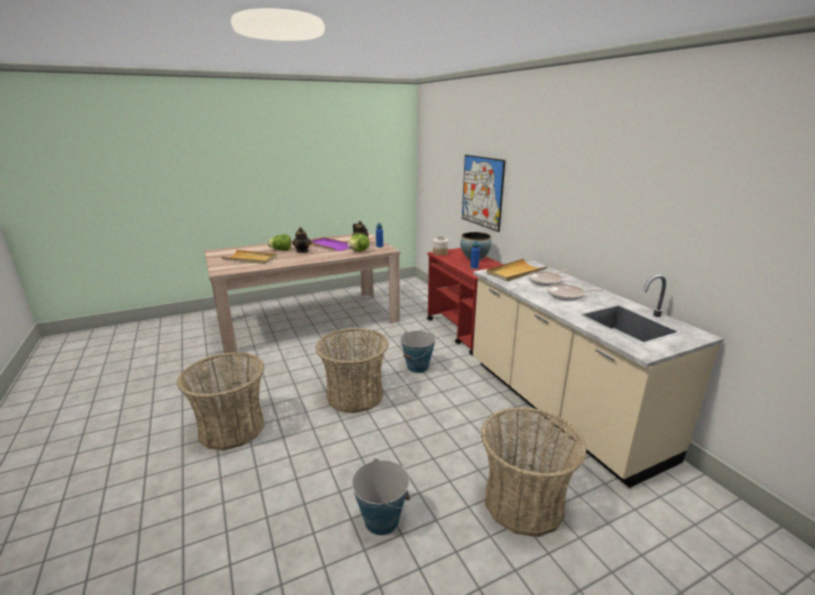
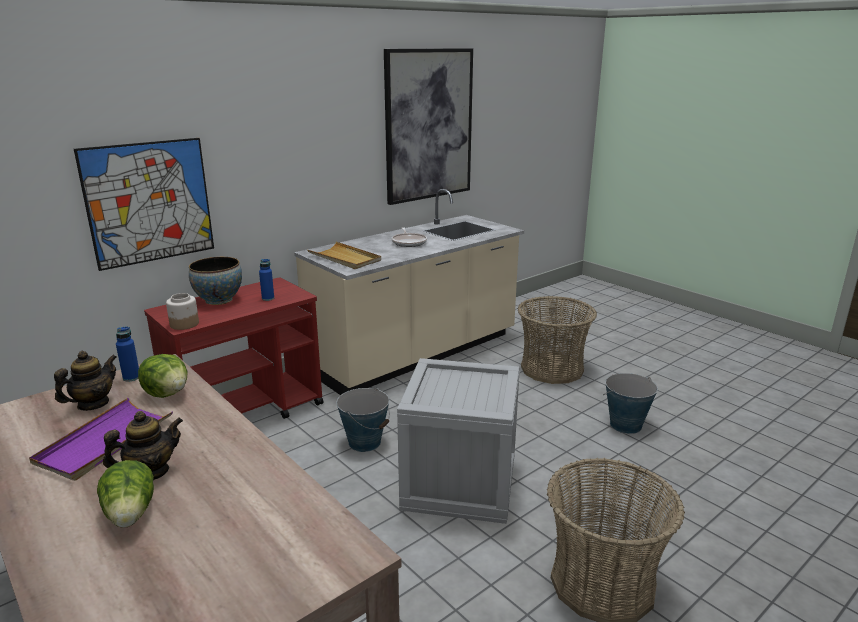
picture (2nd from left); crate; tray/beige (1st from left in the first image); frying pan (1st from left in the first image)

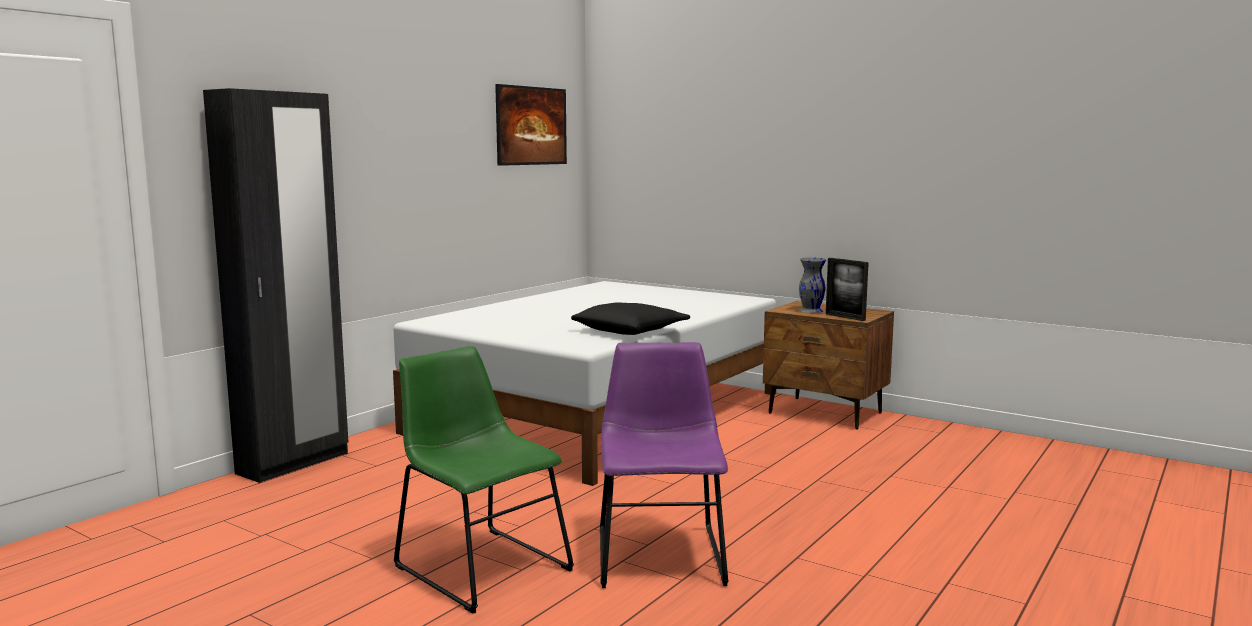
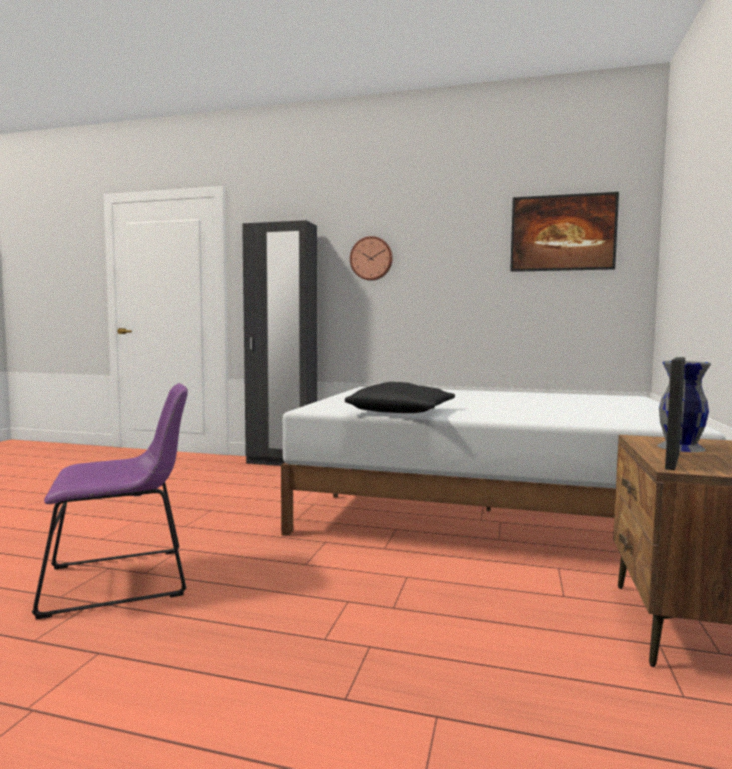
wall clock; chair/green

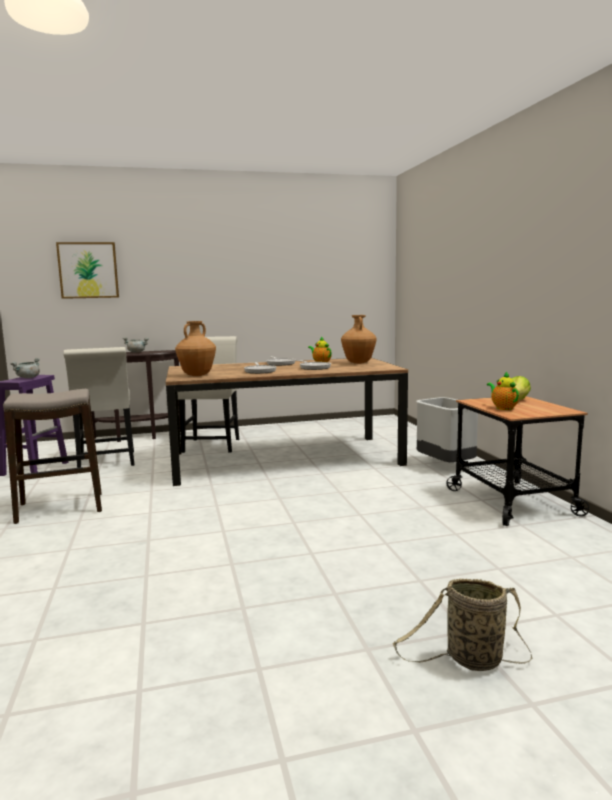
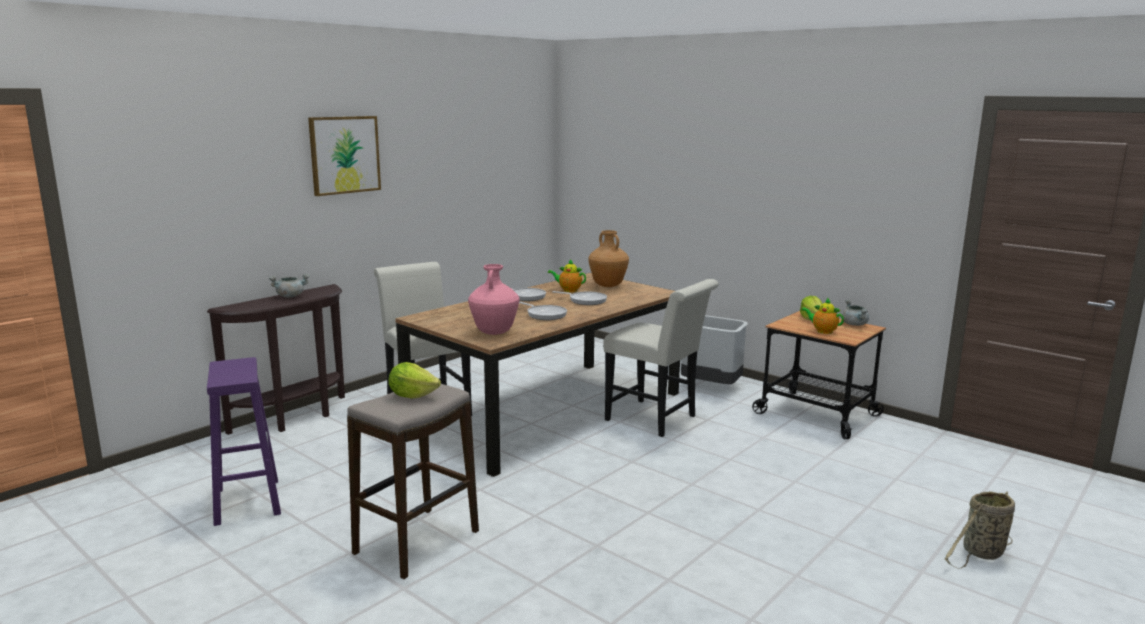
picture; lettuce (1st from left); vase/pink; chair/white (2nd from left); cooking pot/grey (2nd from left)

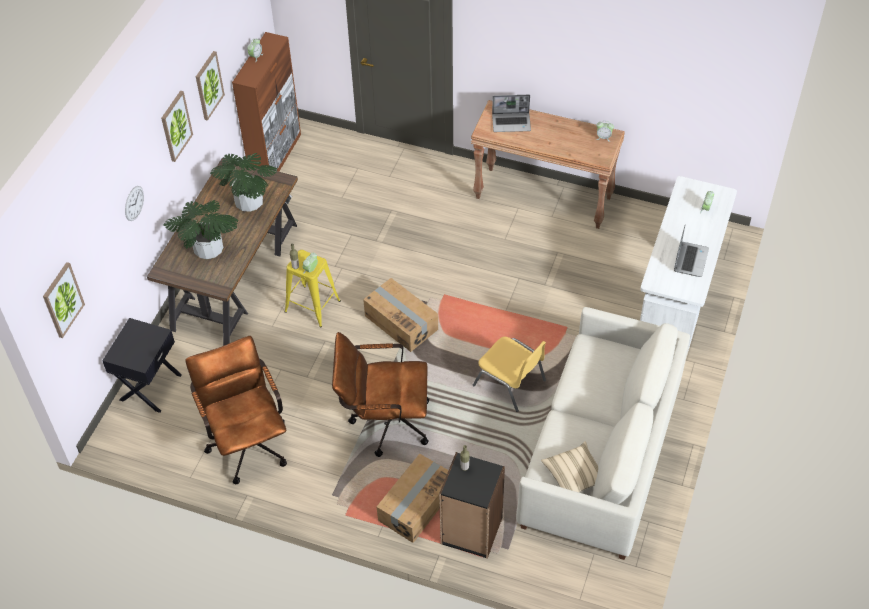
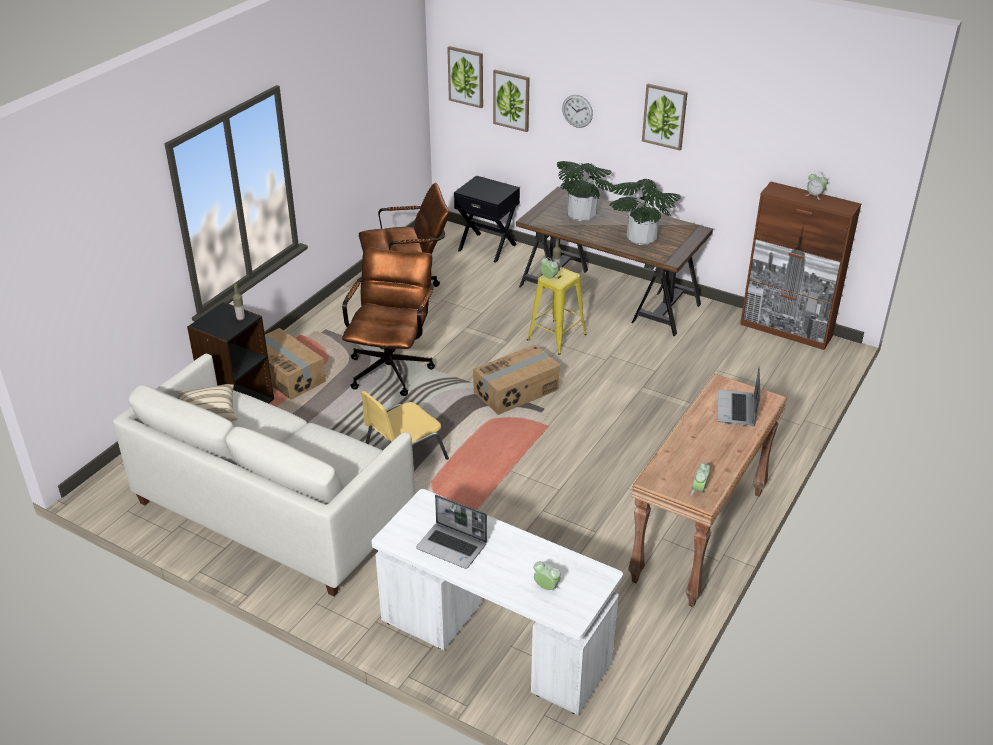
picture (2nd from left)

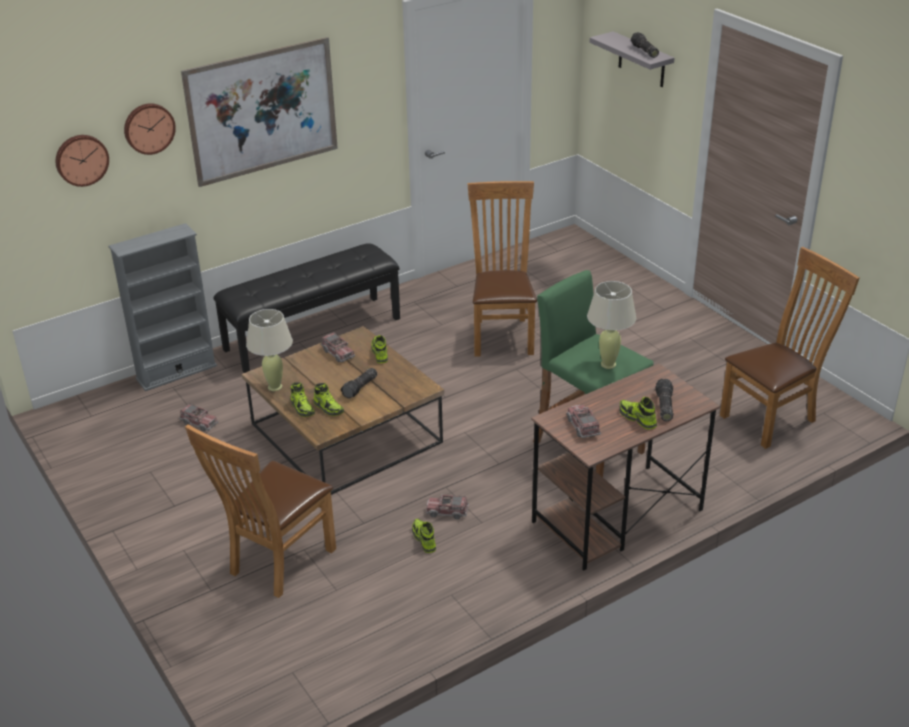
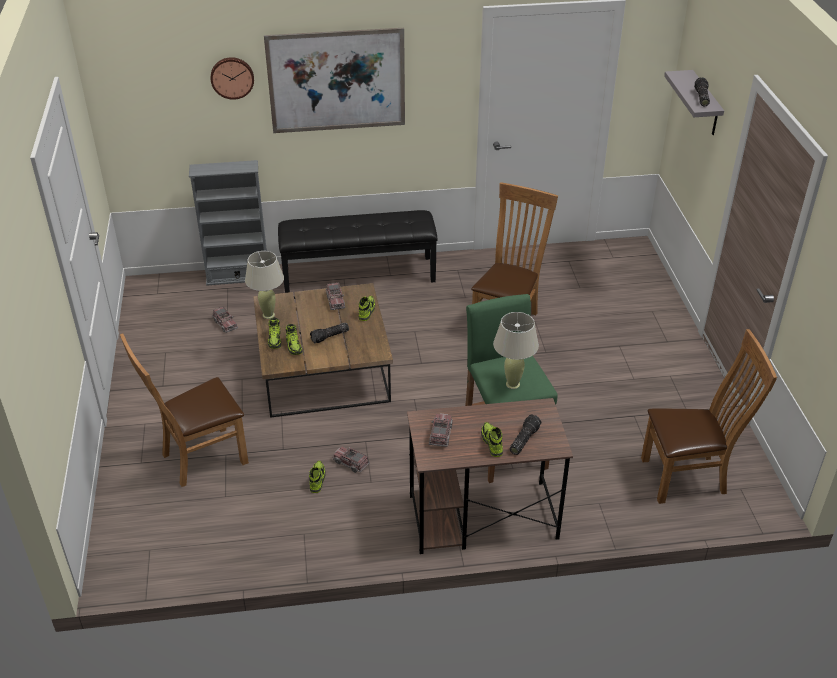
wall clock (1st from left in the first image)

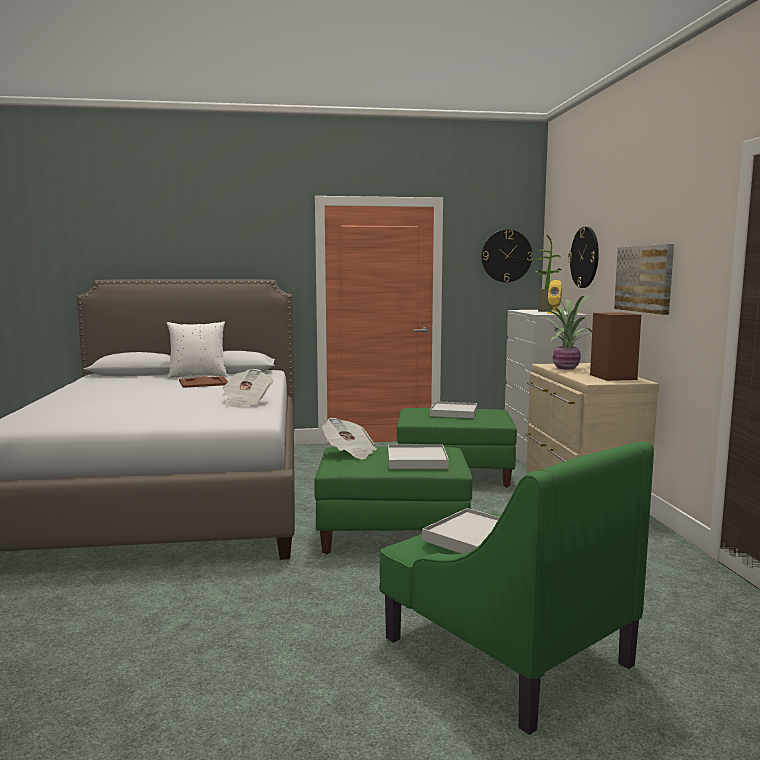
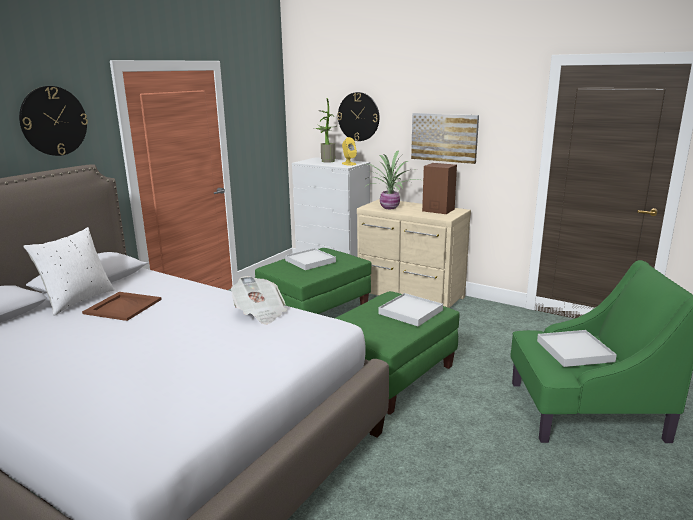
wall clock (1st from left); newspaper (2nd from left in the first image)

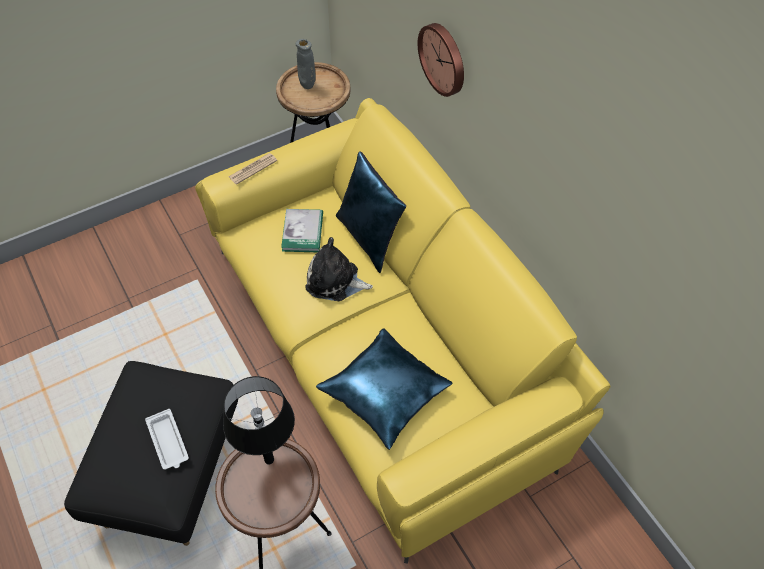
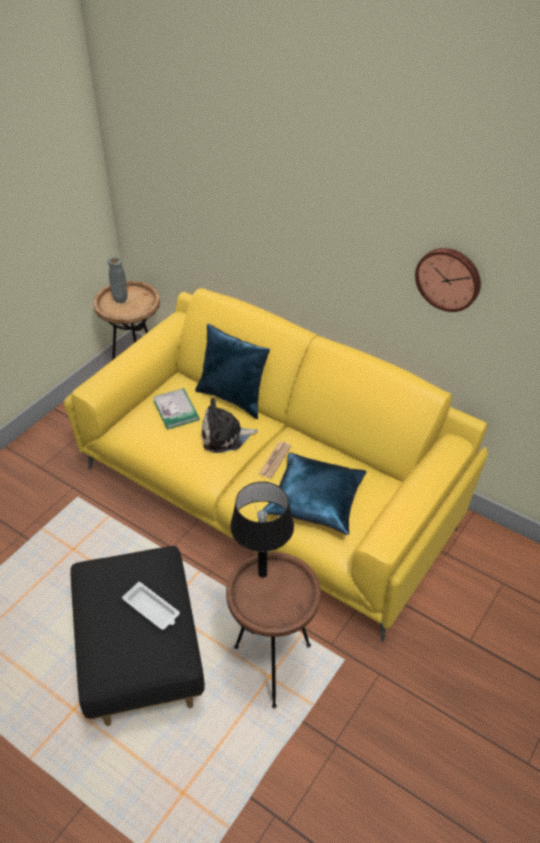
newspaper; wall clock

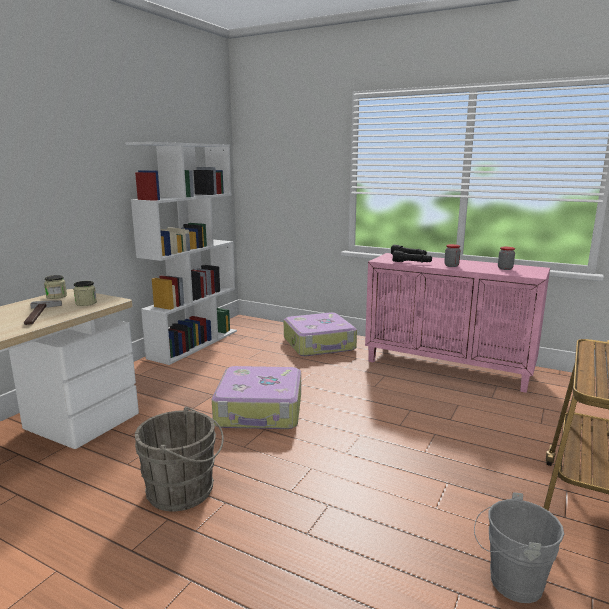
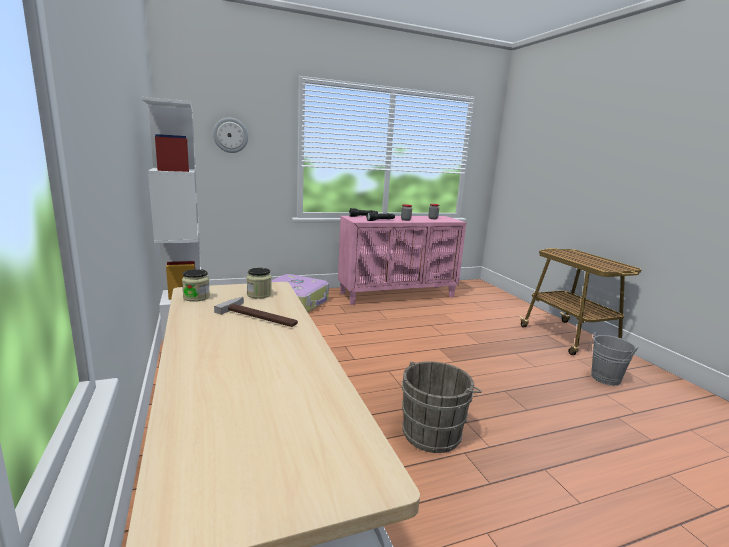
wall clock; suitcase (1st from left in the first image)

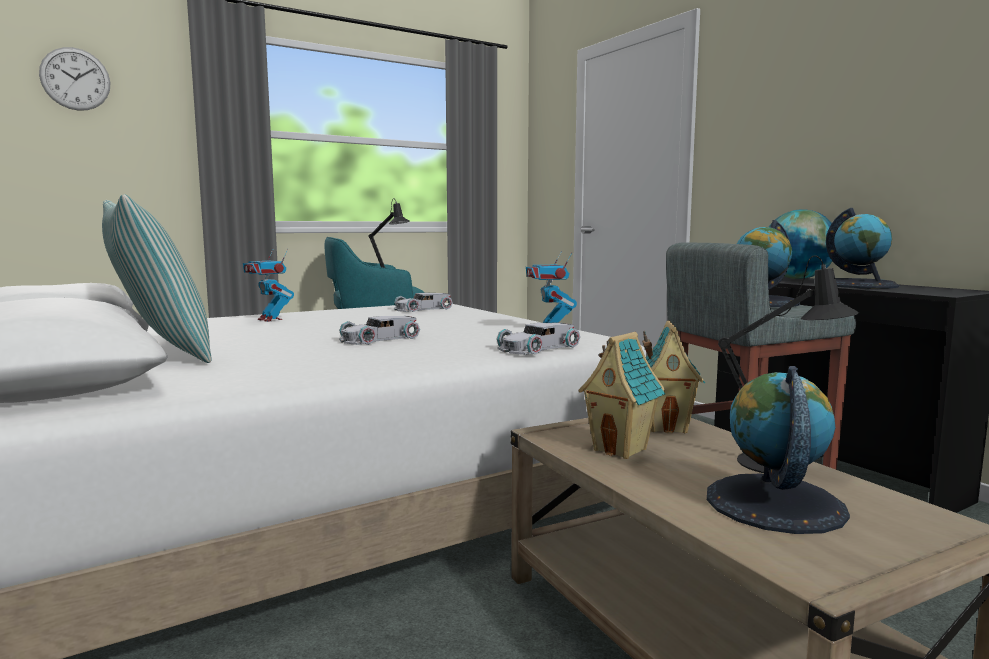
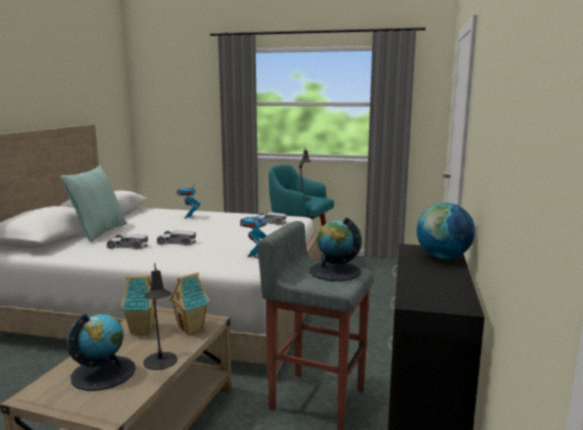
toy car/white (1st from left); wall clock; globe (4th from left in the first image)

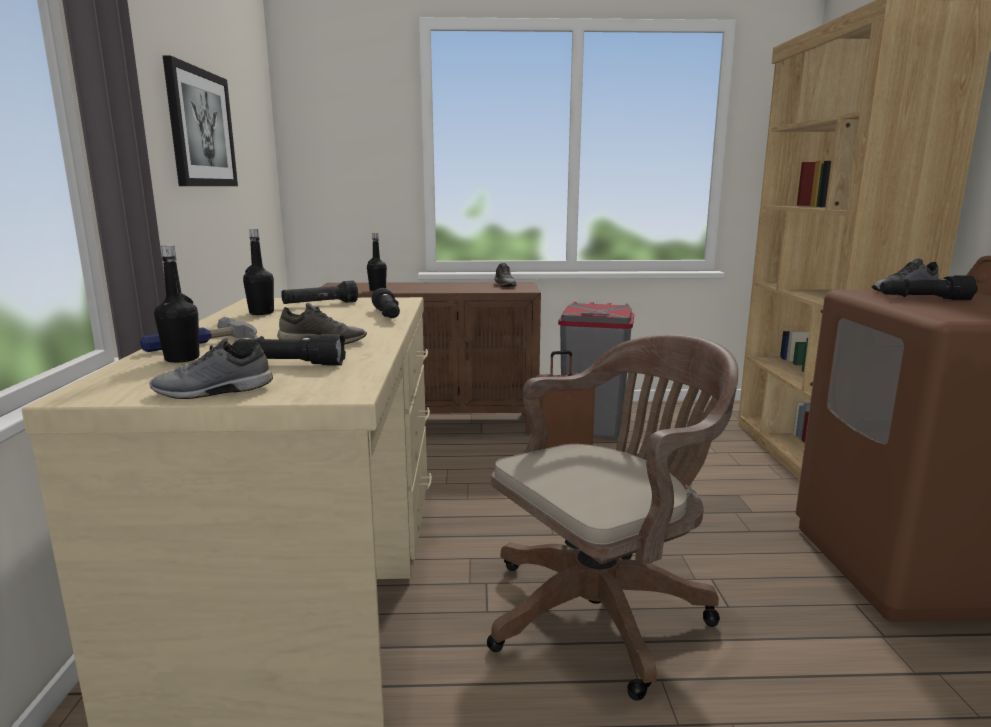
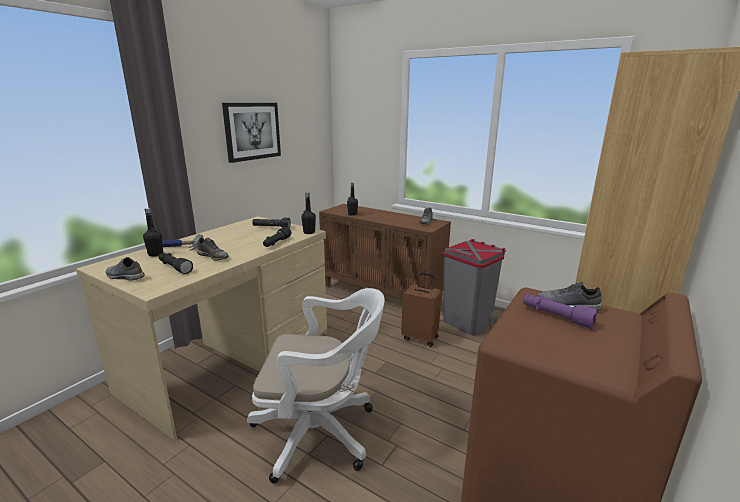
office chair/white; bottle/black (2nd from left); flashlight/purple

